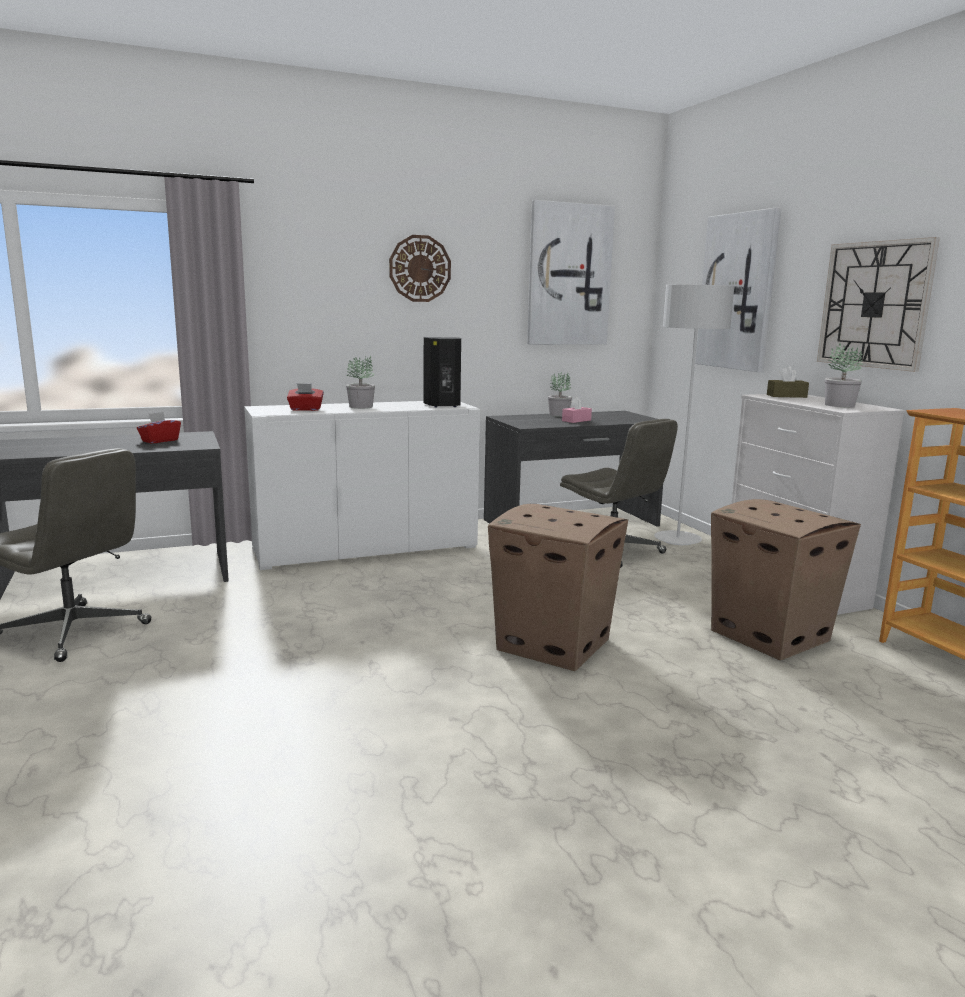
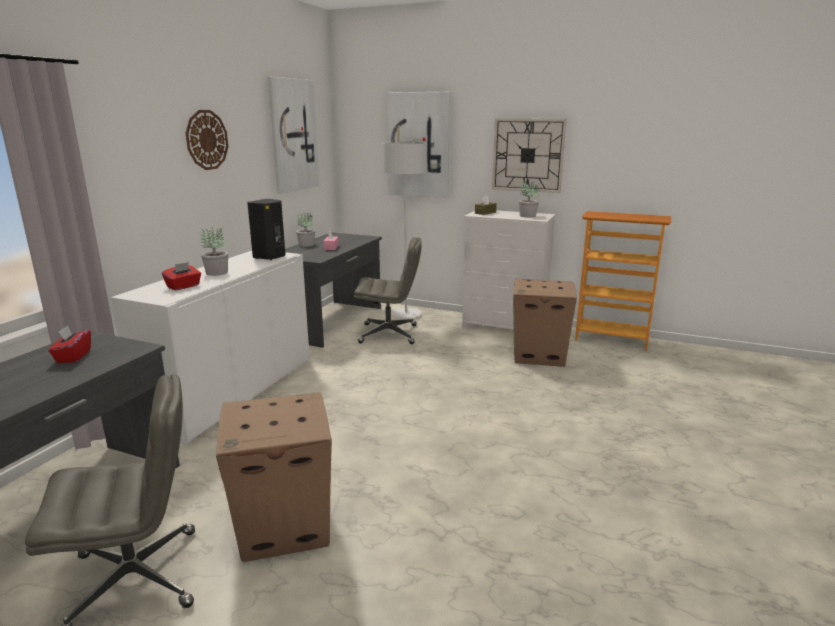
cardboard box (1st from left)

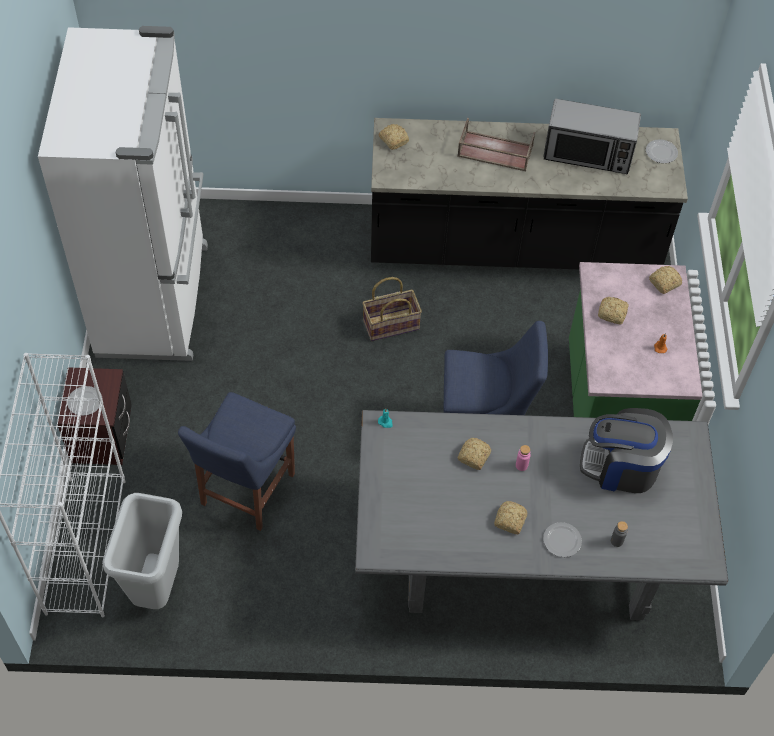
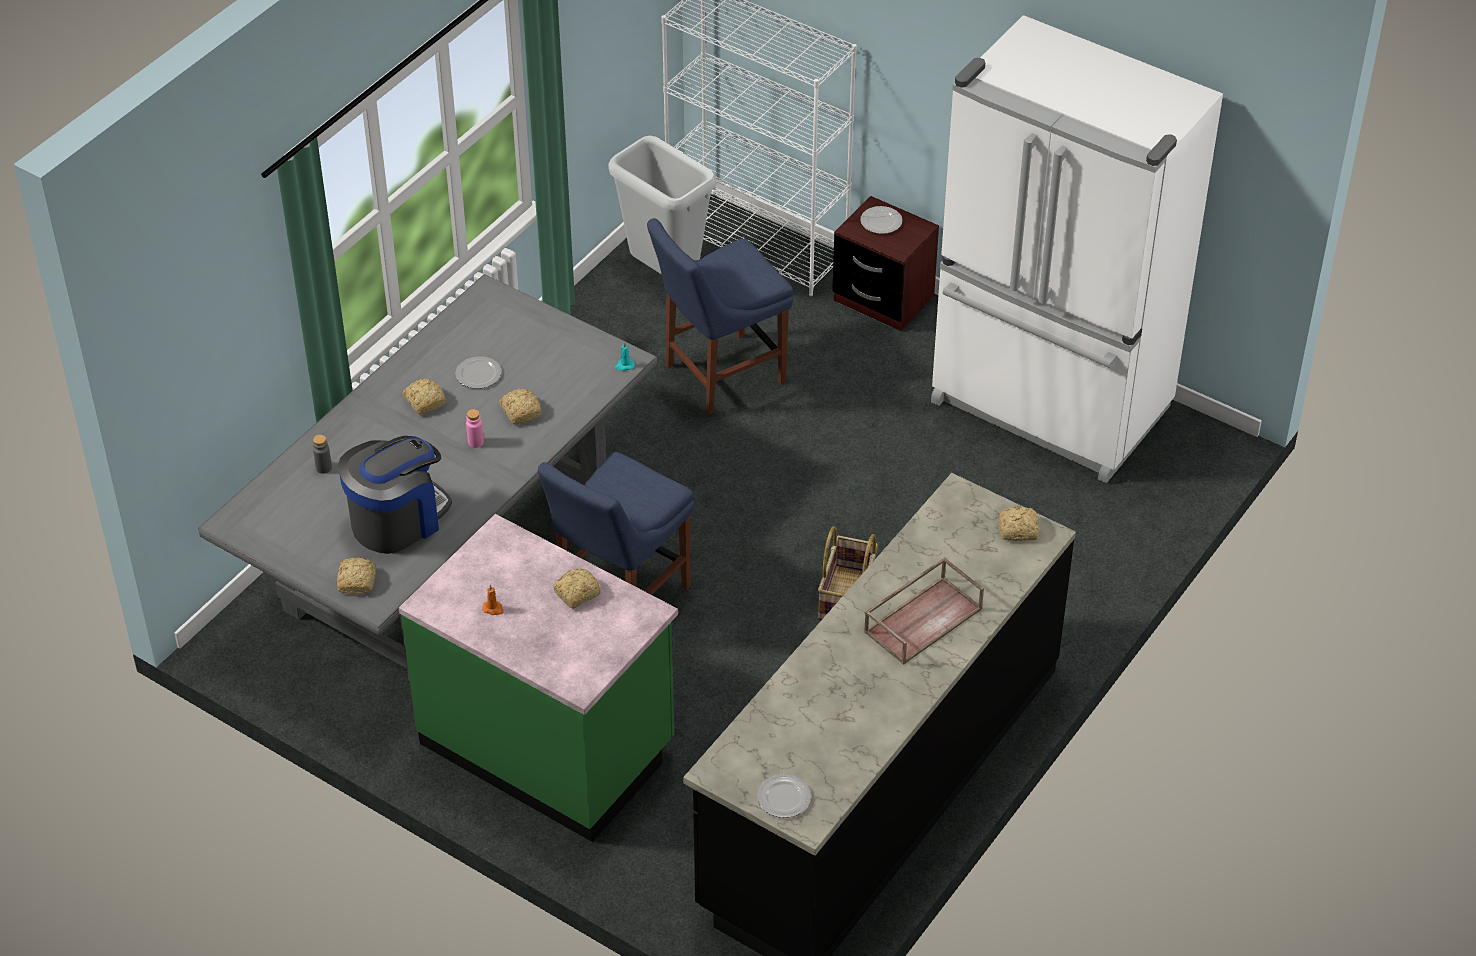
bread (1st from left); plate (1st from left); chair/blue (2nd from left); microwave

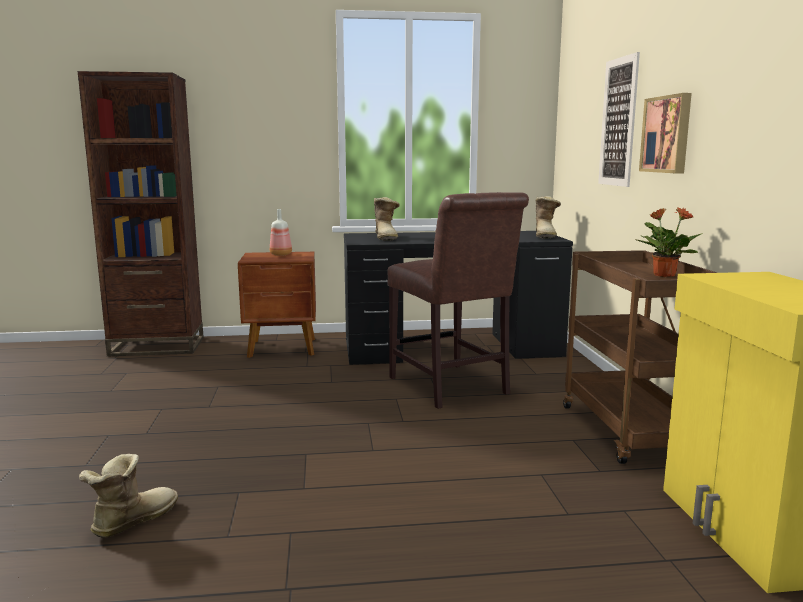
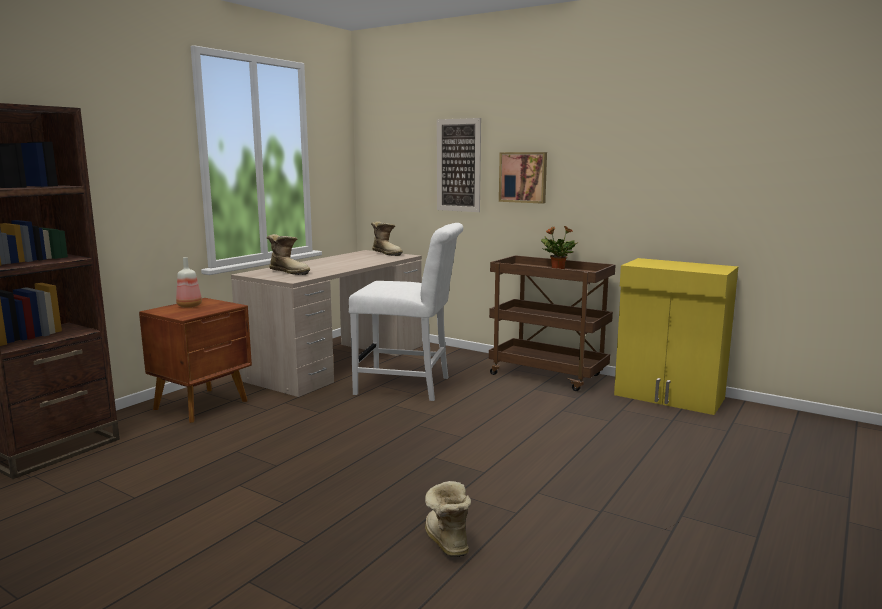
desk/beige; chair/white

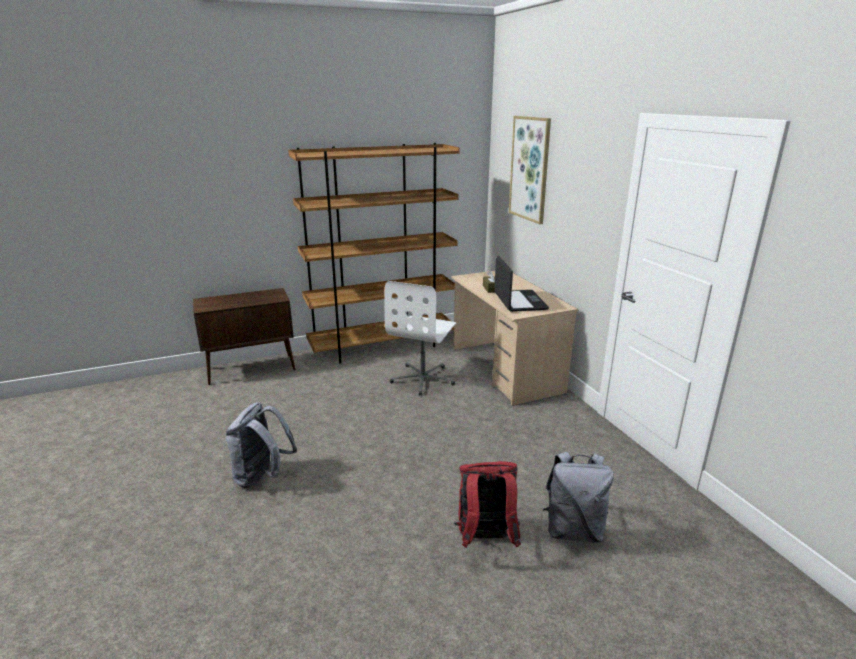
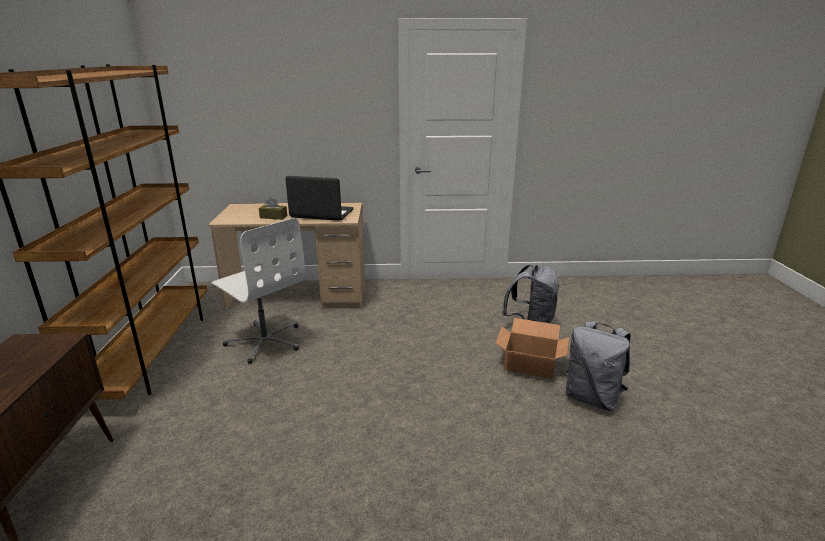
cardboard box; backpack/grey (2nd from left); picture

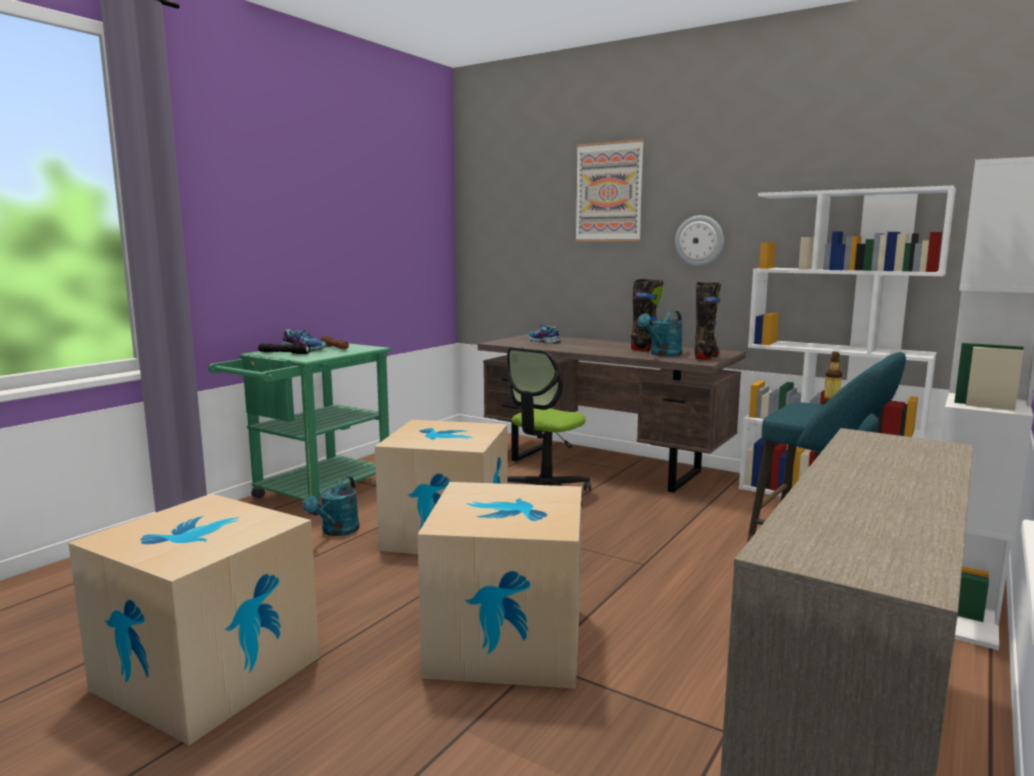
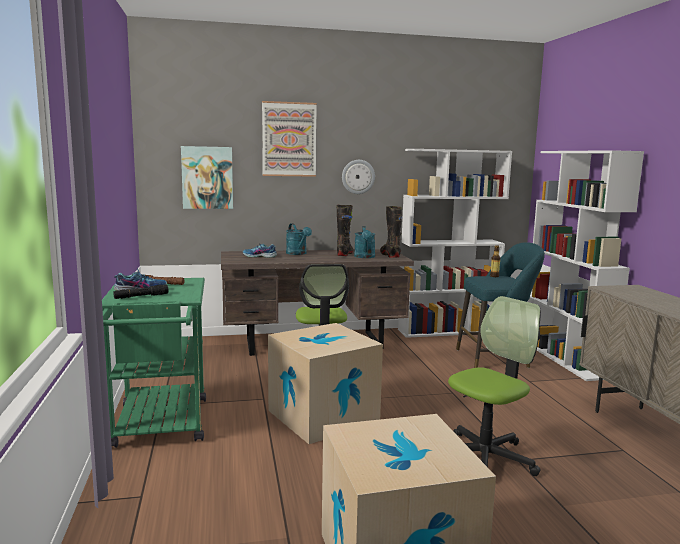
picture (1st from left); watering can/turquoise (1st from left); office chair (2nd from left)

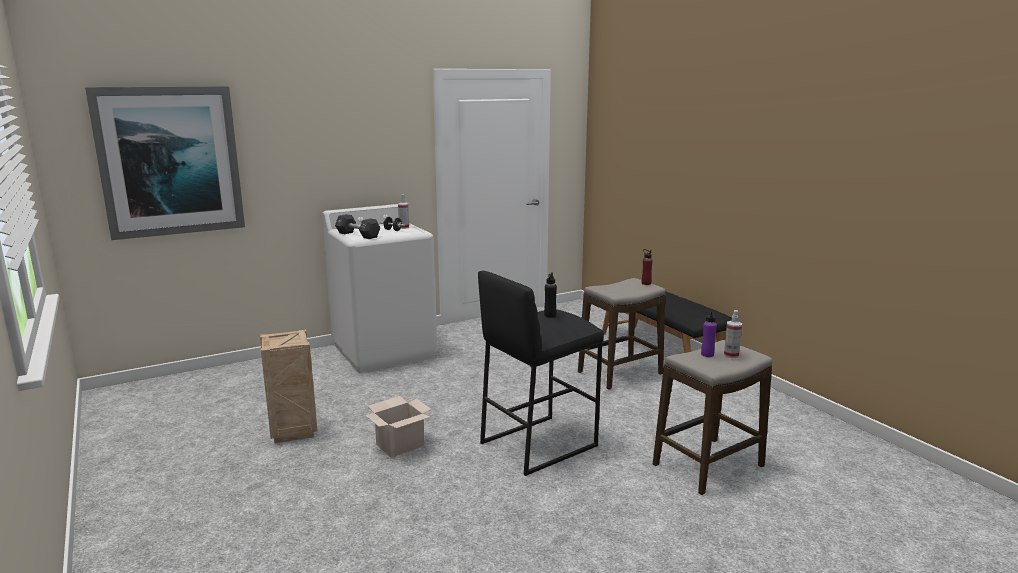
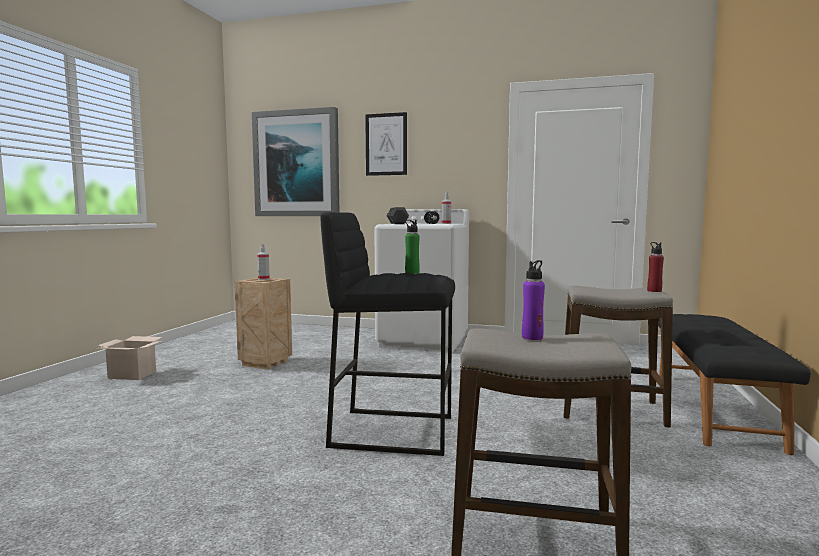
cardboard box; spray bottle (1st from left); picture (2nd from left); bottle/green

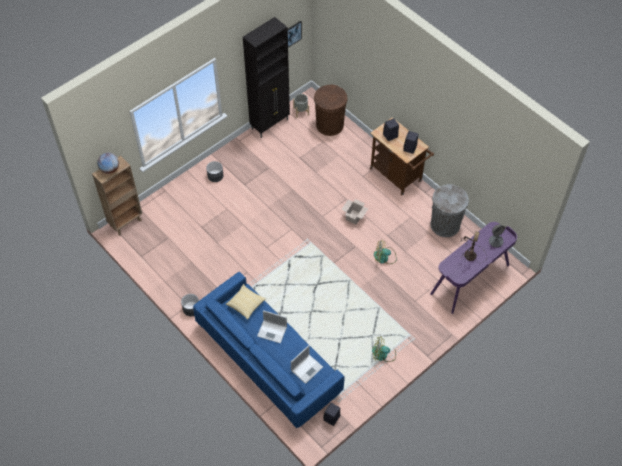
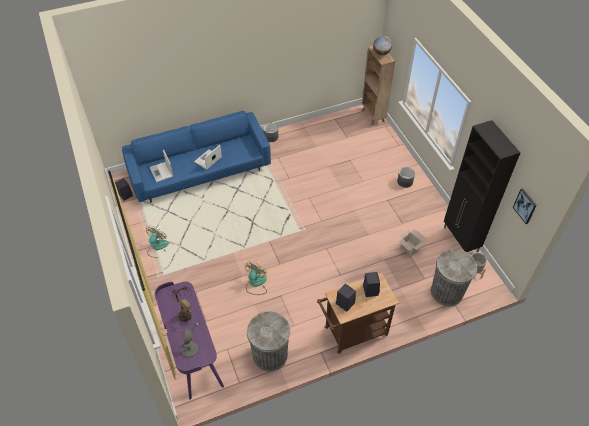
cardboard box; trash can/grey (2nd from left); pillow

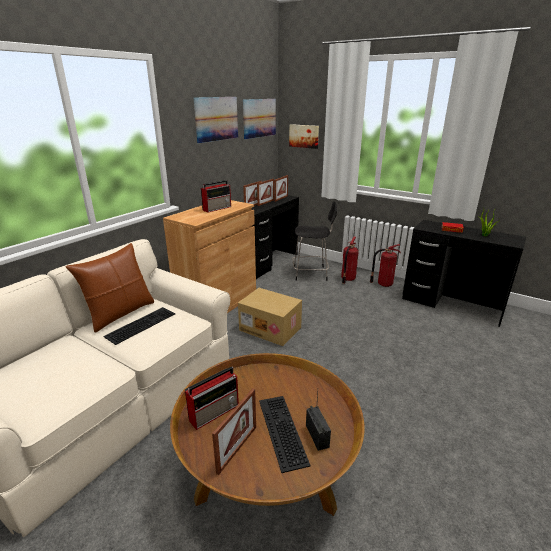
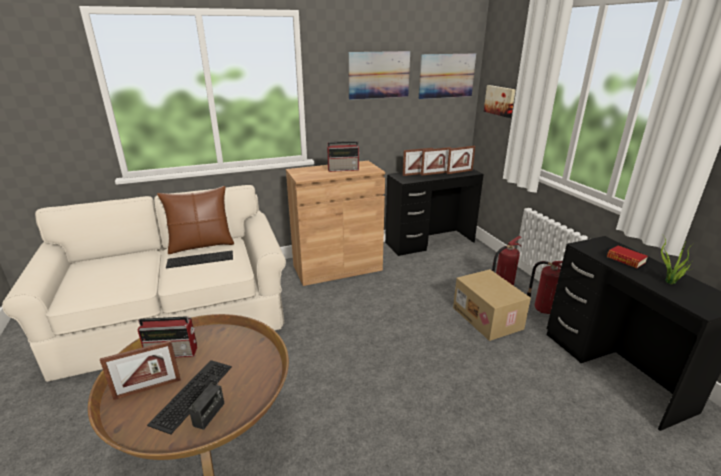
cardboard box; chair/black

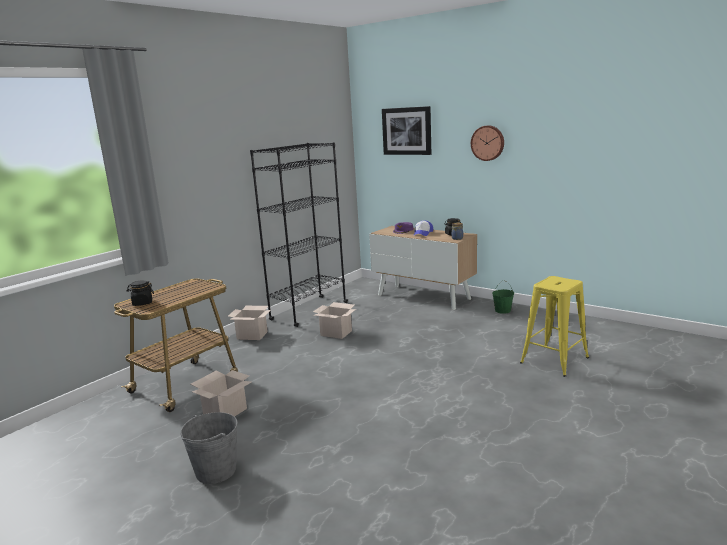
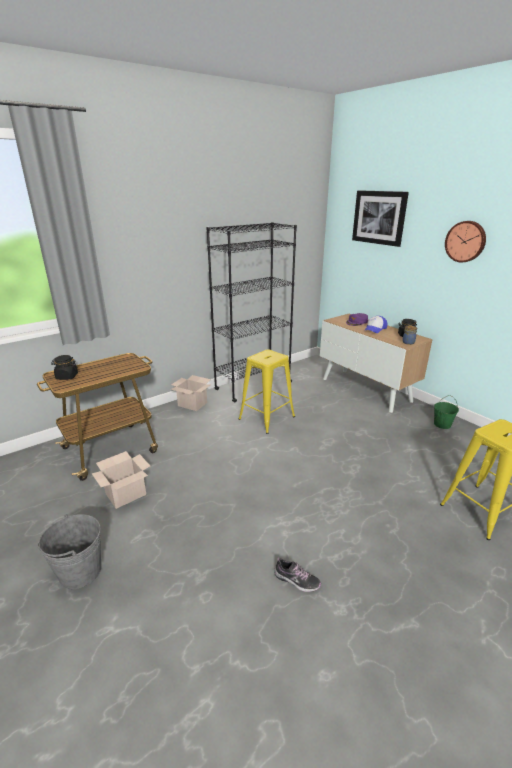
stool/yellow (1st from left); shoe

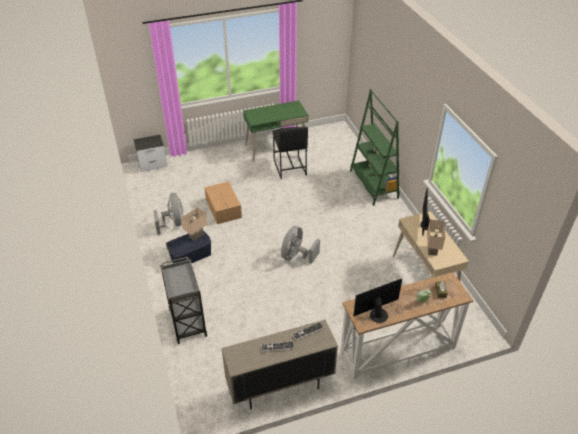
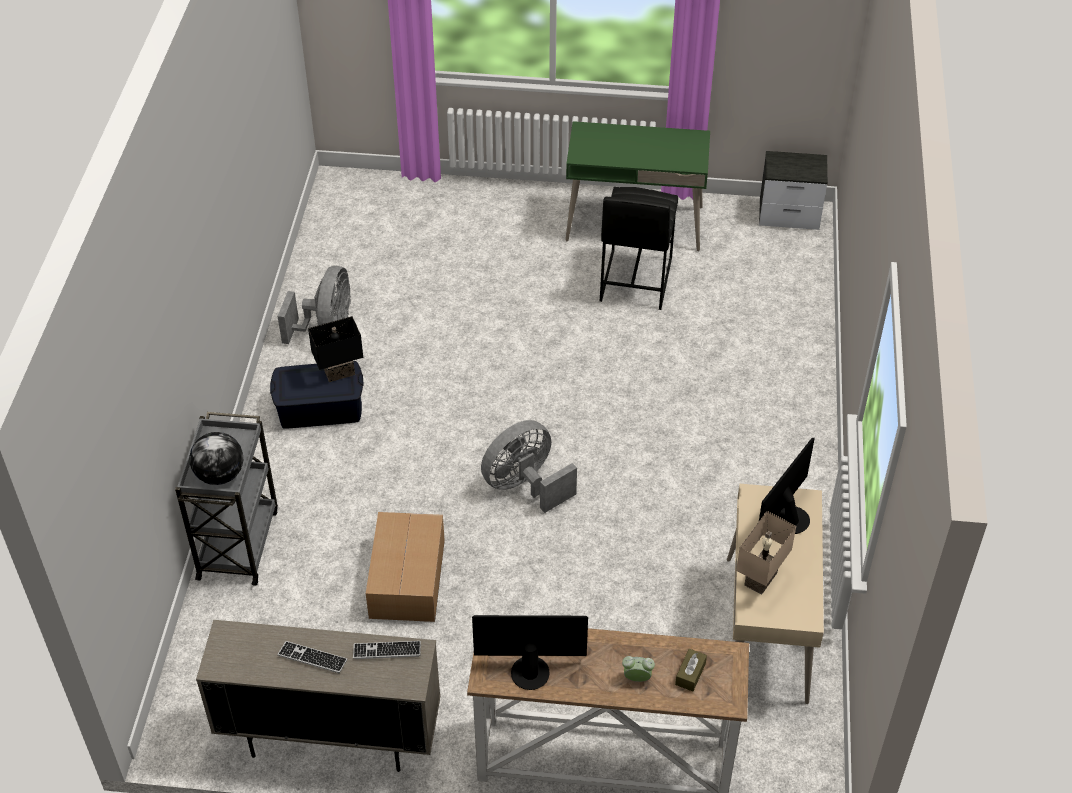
globe; table lamp/black; cardboard box; nightstand; bookcase/green

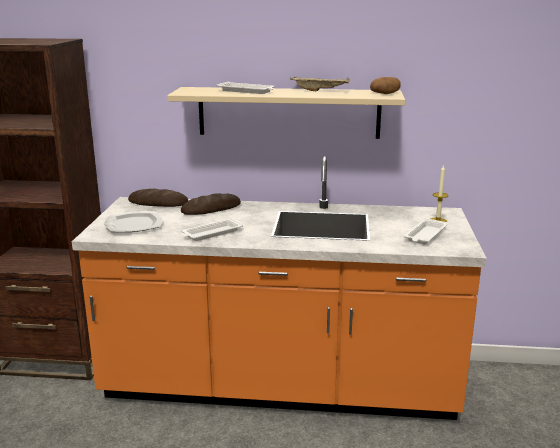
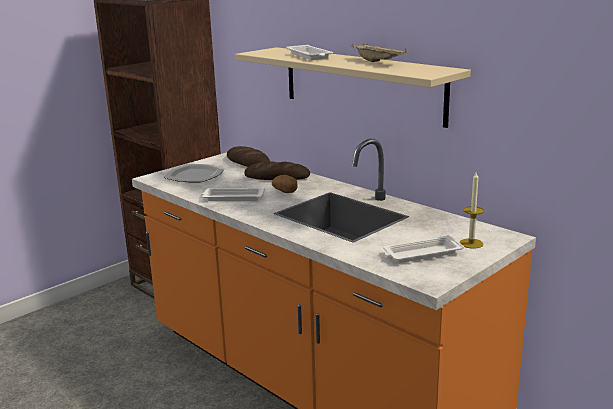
potato

